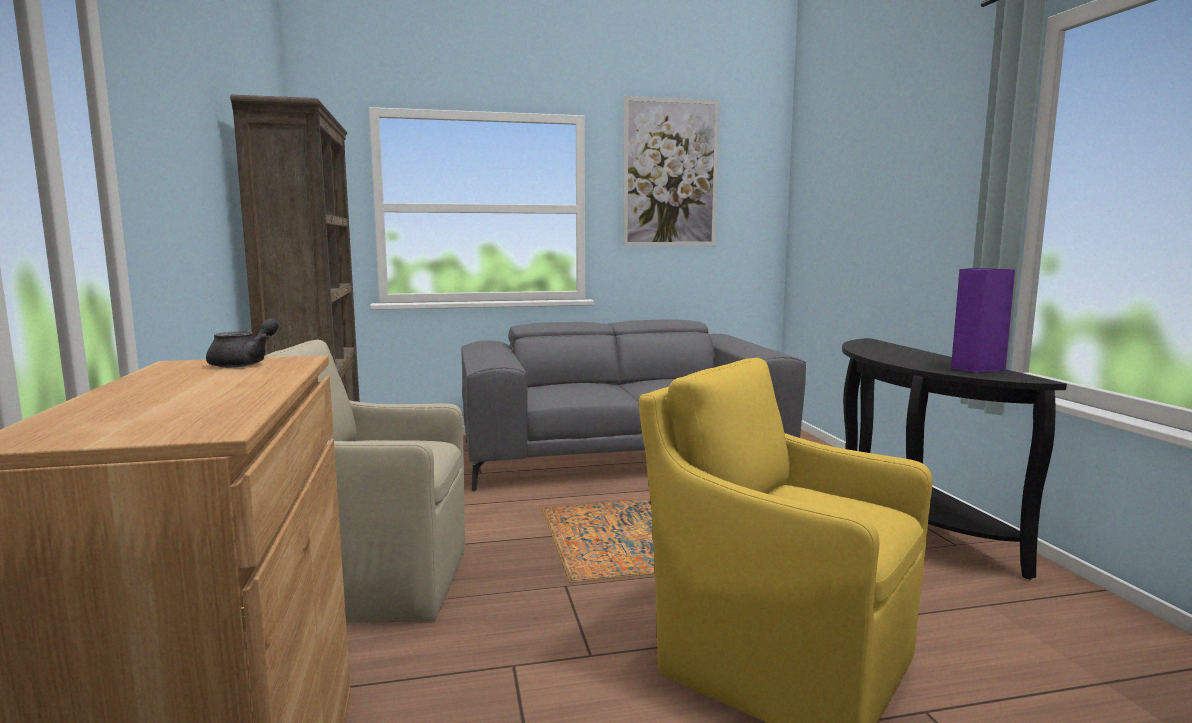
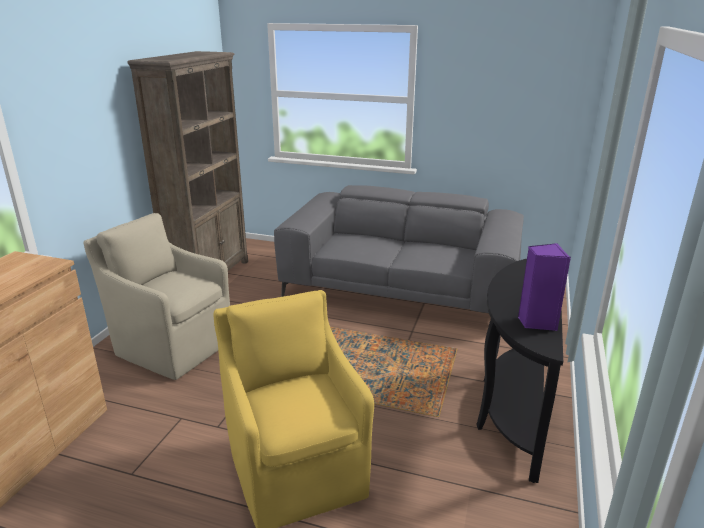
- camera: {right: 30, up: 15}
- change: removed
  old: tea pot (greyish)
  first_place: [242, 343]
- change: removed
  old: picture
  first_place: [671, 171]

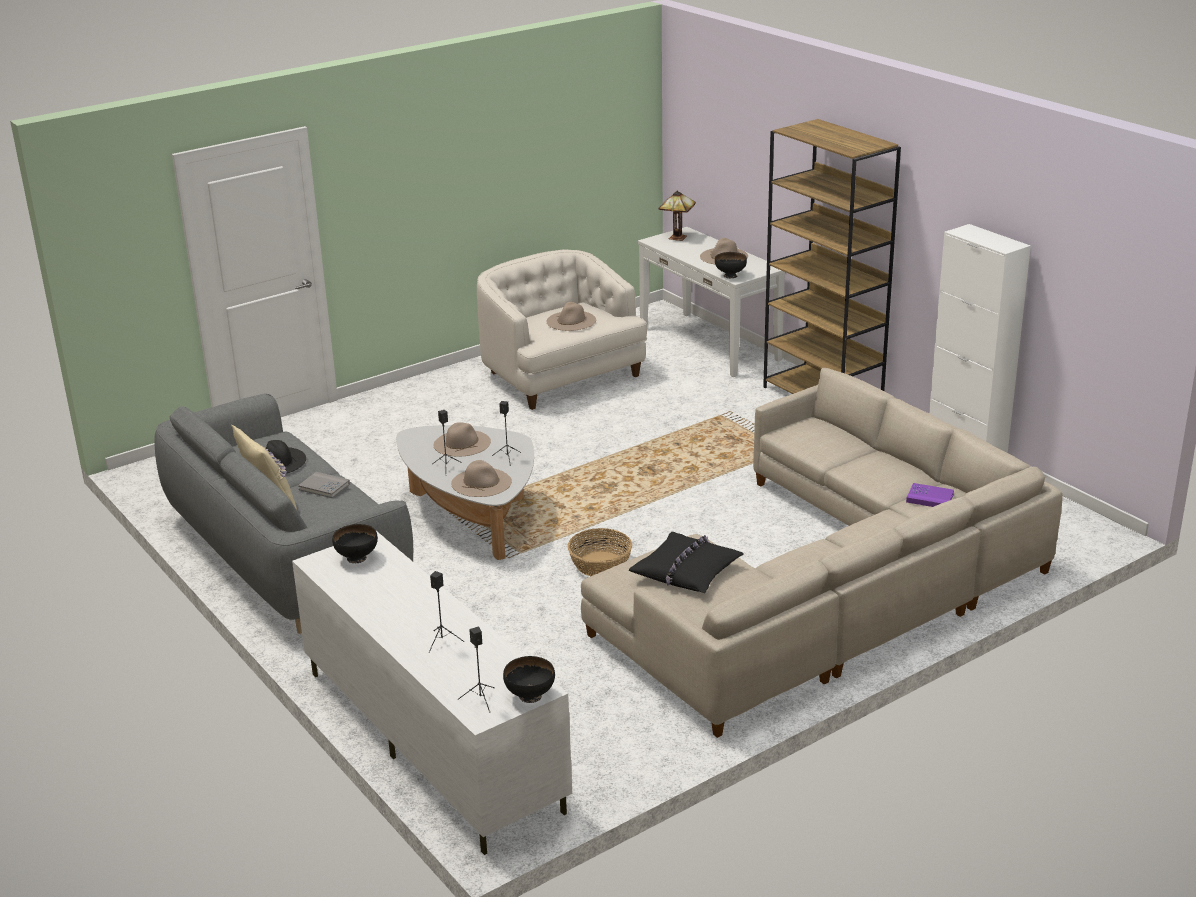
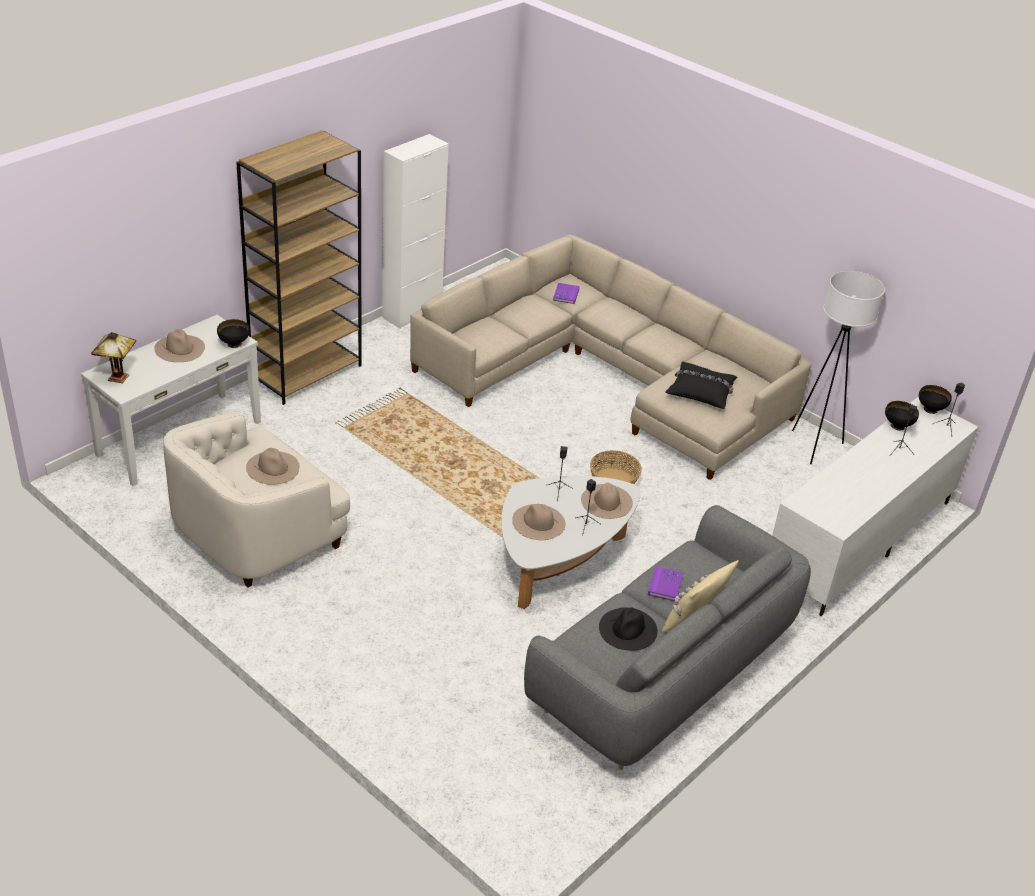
- camera: {right: -105, up: 10}
- change: added
  new: standard lamp (whitish)
  second_place: [838, 367]
- change: moved
  old: deep dish (blackish)
  first_place: [355, 543]
  second_place: [902, 415]
- change: recoloured
  old: volume (greyish)
  new: volume (purplish)
  first_place: [324, 485]
  second_place: [665, 583]

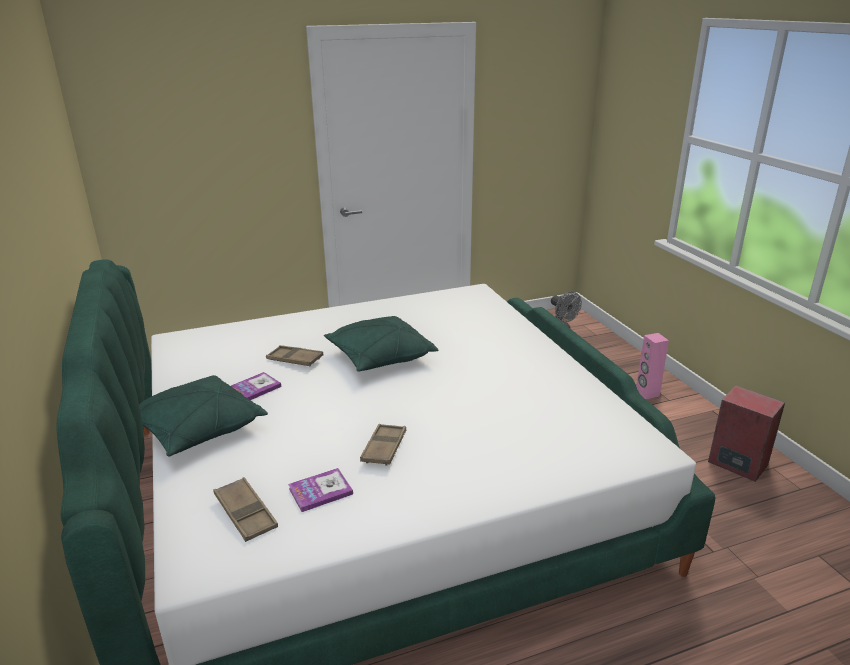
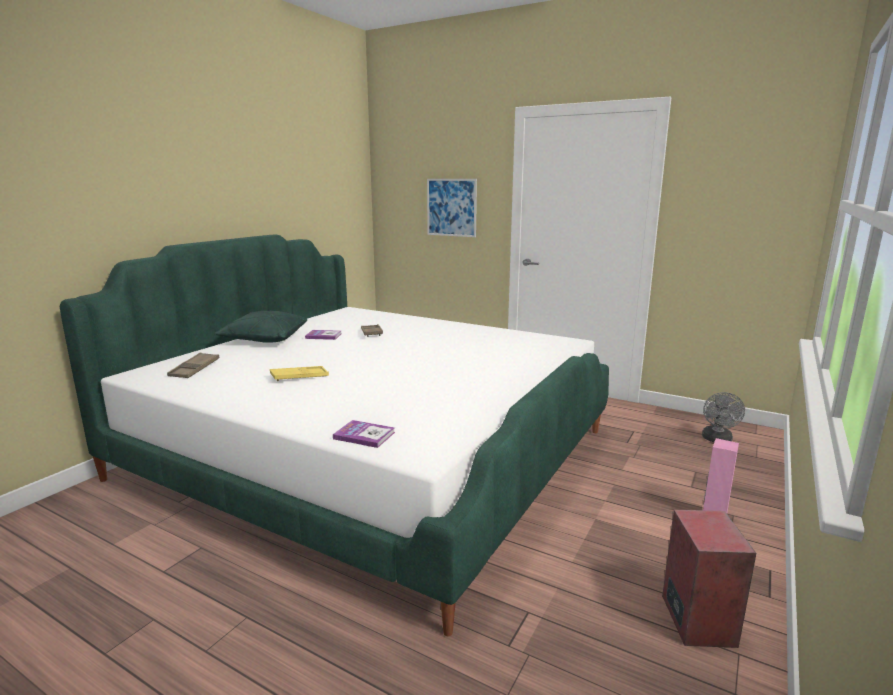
- camera: {right: 50, up: -10}
- change: removed
  old: cushion (green-coloured)
  first_place: [381, 343]
- change: added
  new: picture
  second_place: [452, 208]
- change: moved
  old: volume
  first_place: [320, 490]
  second_place: [364, 434]
- change: recoloured
  old: serving tray (brownish)
  new: serving tray (yellow)
  first_place: [383, 445]
  second_place: [299, 373]

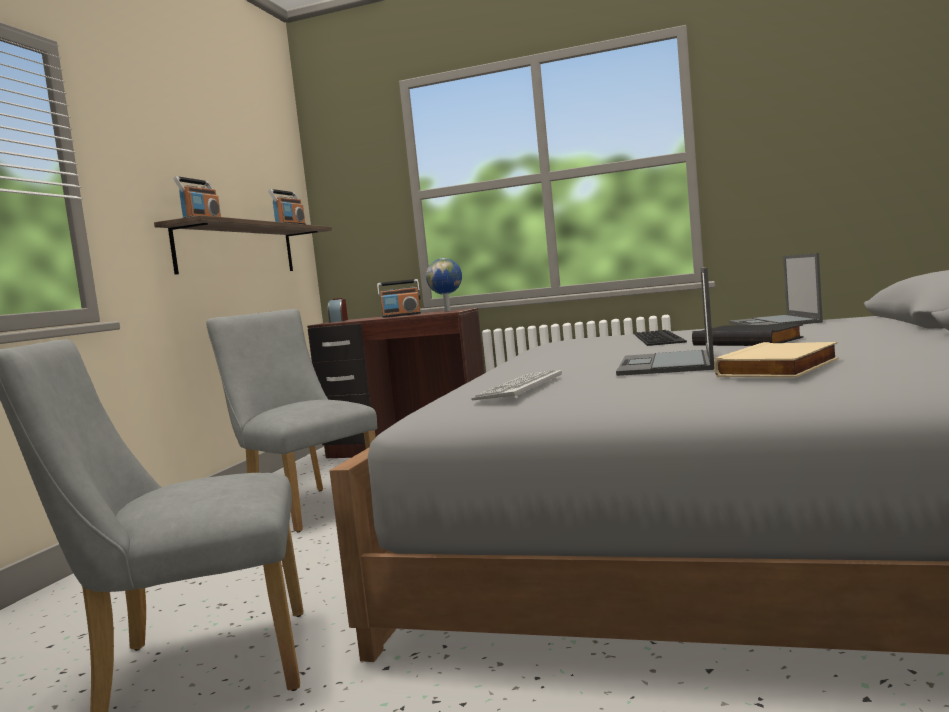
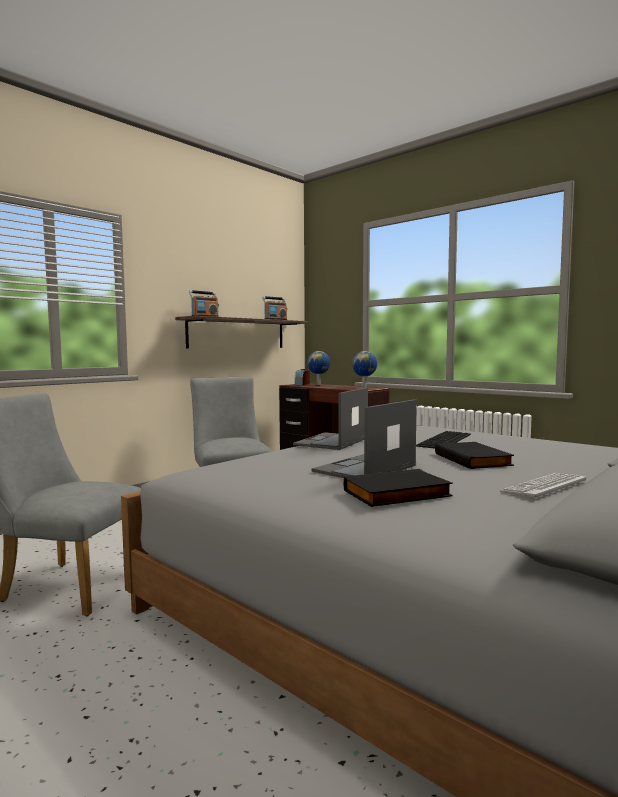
- camera: {right: 25, up: 0}
- change: removed
  old: radio receiver
  first_place: [399, 298]
- change: added
  new: desk globe
  second_place: [318, 368]
- change: moved
  old: keyboard
  first_place: [516, 385]
  second_place: [543, 486]
- change: moved
  old: portable computer
  first_place: [776, 289]
  second_place: [330, 419]
- change: recoloured
  old: volume (sand-coloured)
  new: volume (blackish)
  first_place: [776, 360]
  second_place: [398, 488]

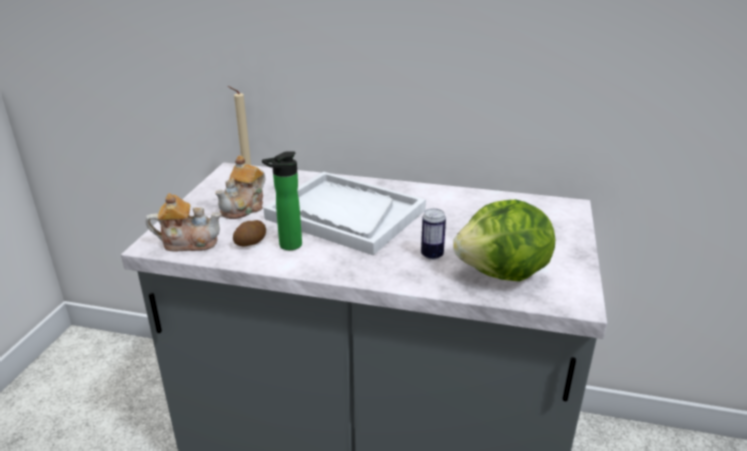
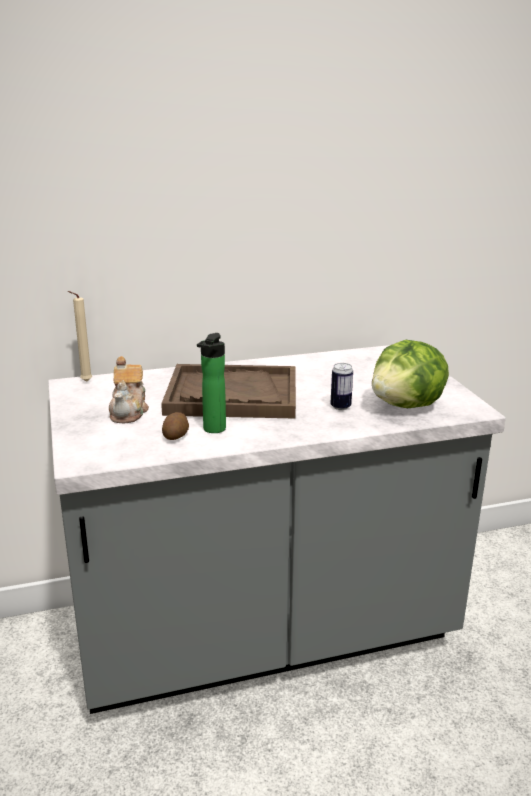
- camera: {right: -30, up: -5}
- change: removed
  old: tea pot
  first_place: [184, 222]
- change: recoloured
  old: serving tray (whitish)
  new: serving tray (brownish)
  first_place: [344, 213]
  second_place: [228, 391]

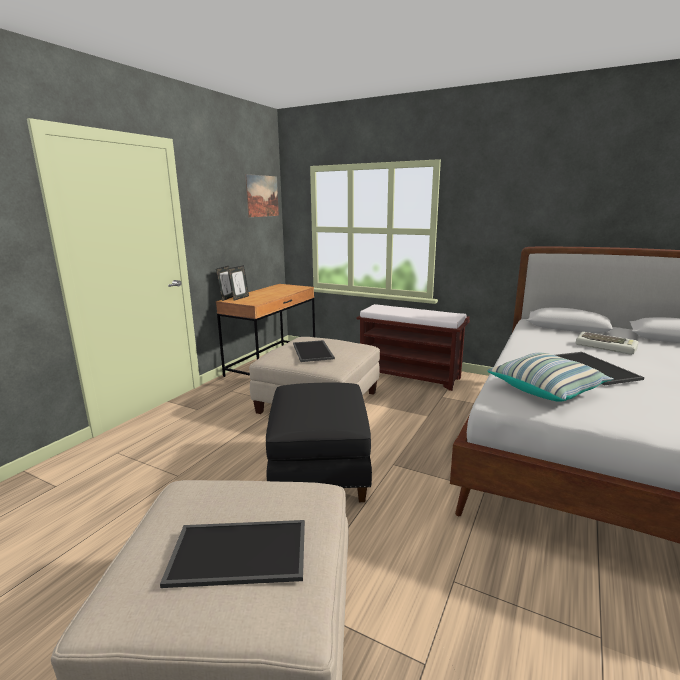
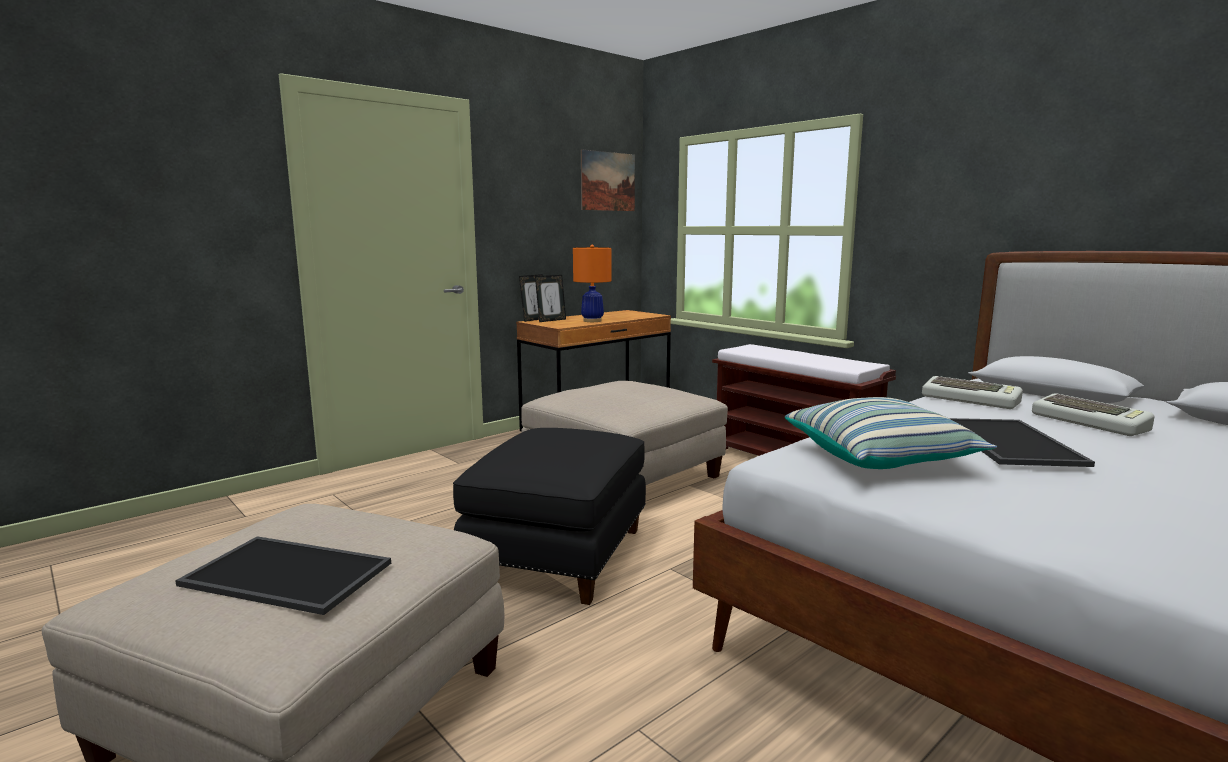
- camera: {right: 20, up: -5}
- change: removed
  old: serving tray
  first_place: [314, 351]
- change: added
  new: lamp for a table (orangey)
  second_place: [592, 283]
- change: added
  new: keyboard
  second_place: [972, 392]

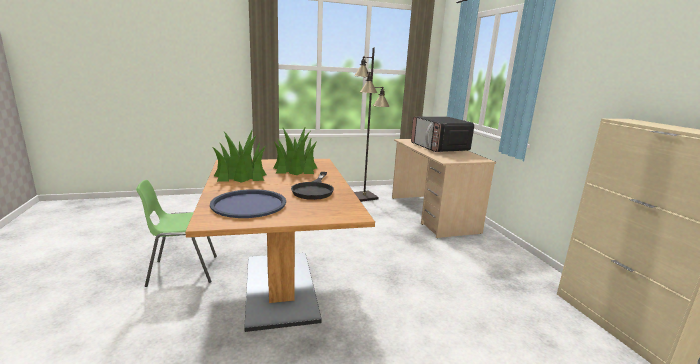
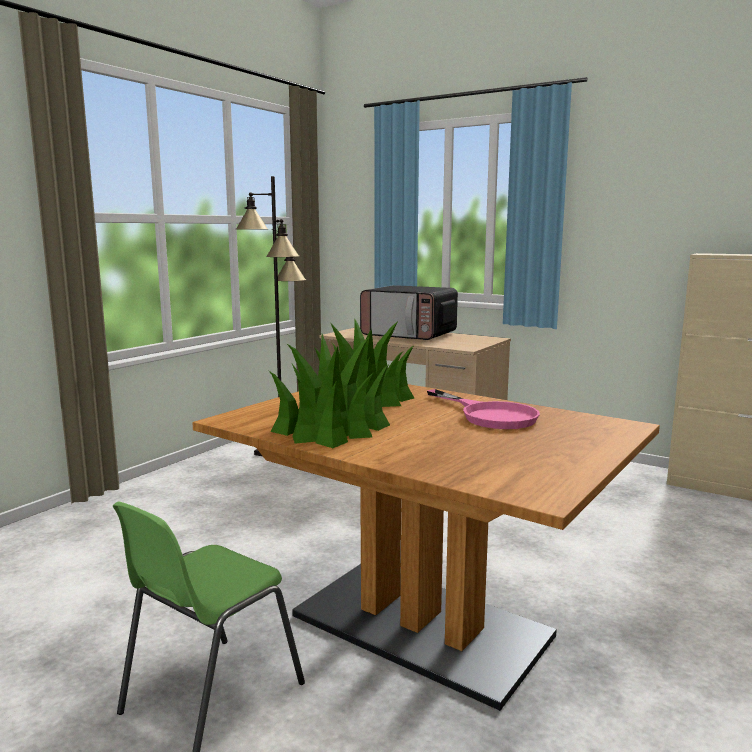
- camera: {right: -40, up: -5}
- change: removed
  old: serving tray (bluish)
  first_place: [248, 203]
- change: recoloured
  old: pan (blackish)
  new: pan (pinkish)
  first_place: [312, 186]
  second_place: [483, 409]

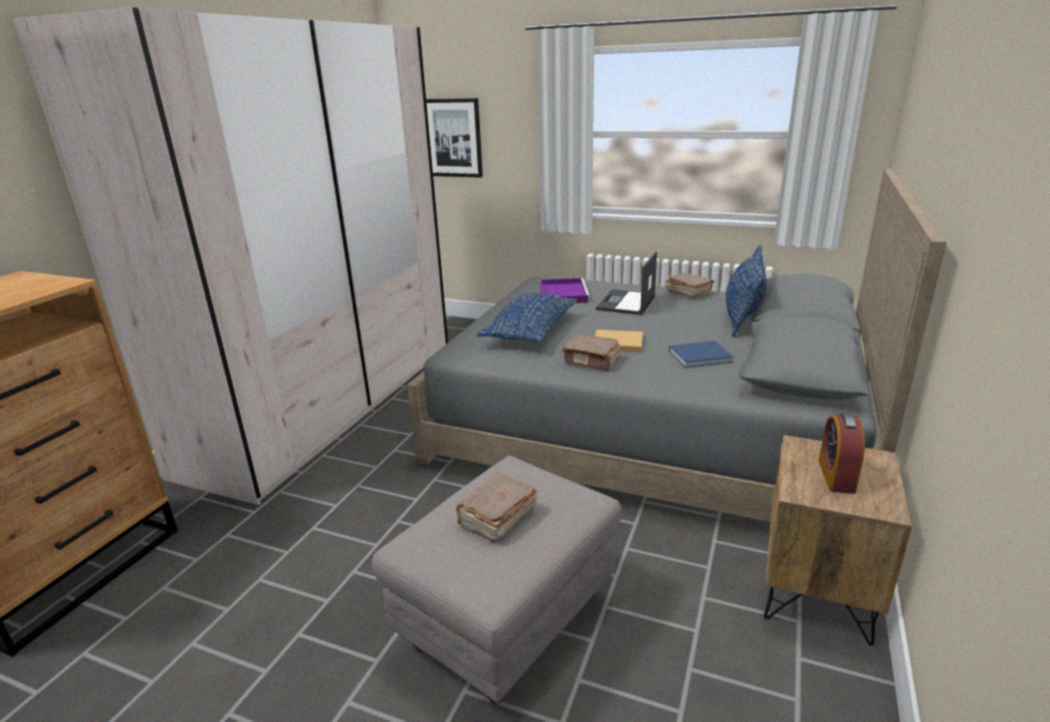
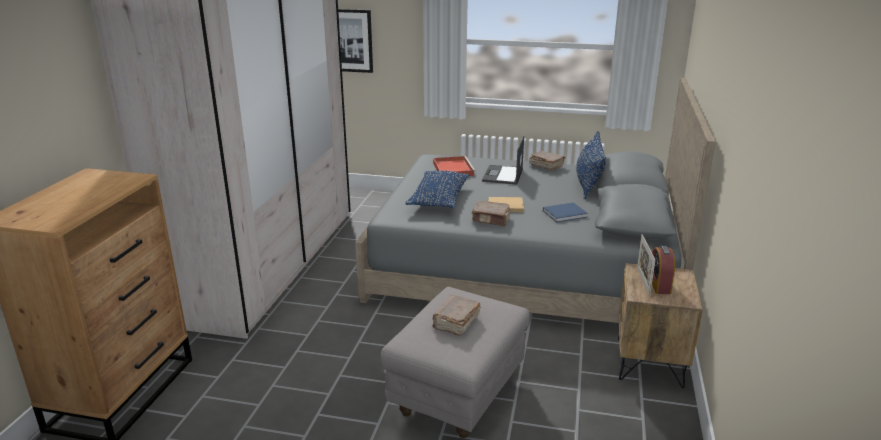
- camera: {right: -10, up: 0}
- change: added
  new: standing frame
  second_place: [646, 265]
- change: recoloured
  old: serving tray (purplish)
  new: serving tray (red)
  first_place: [565, 290]
  second_place: [454, 166]

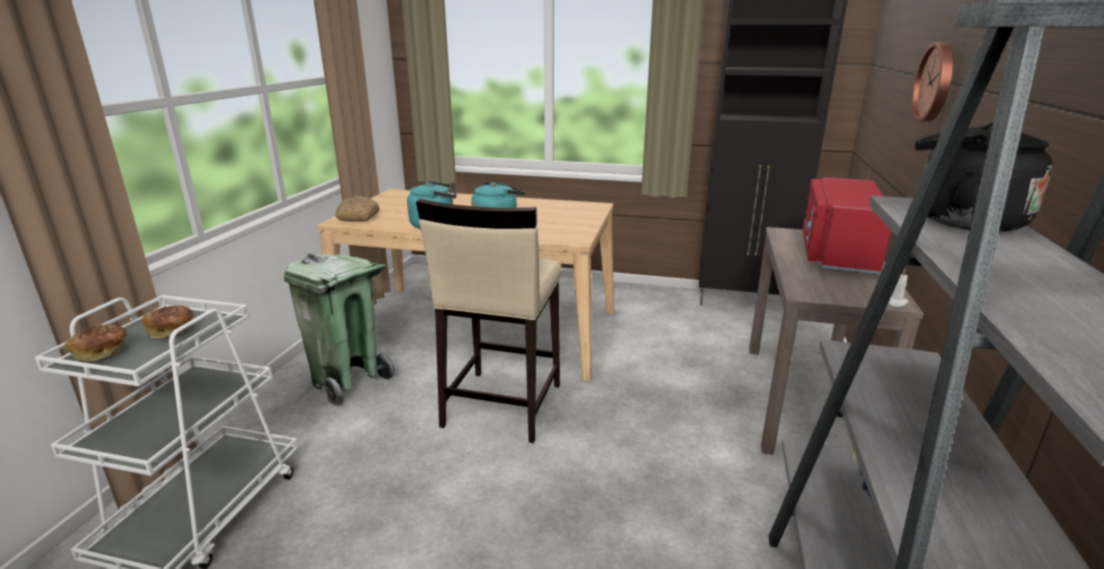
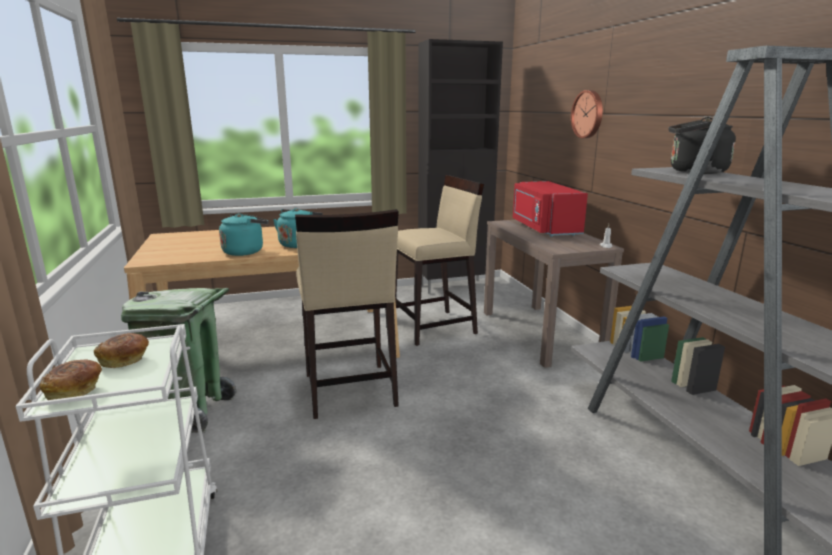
- camera: {right: -30, up: -5}
- change: removed
  old: bakery bread
  first_place: [357, 208]
- change: added
  new: stool seat (sand-coloured)
  second_place: [439, 260]

